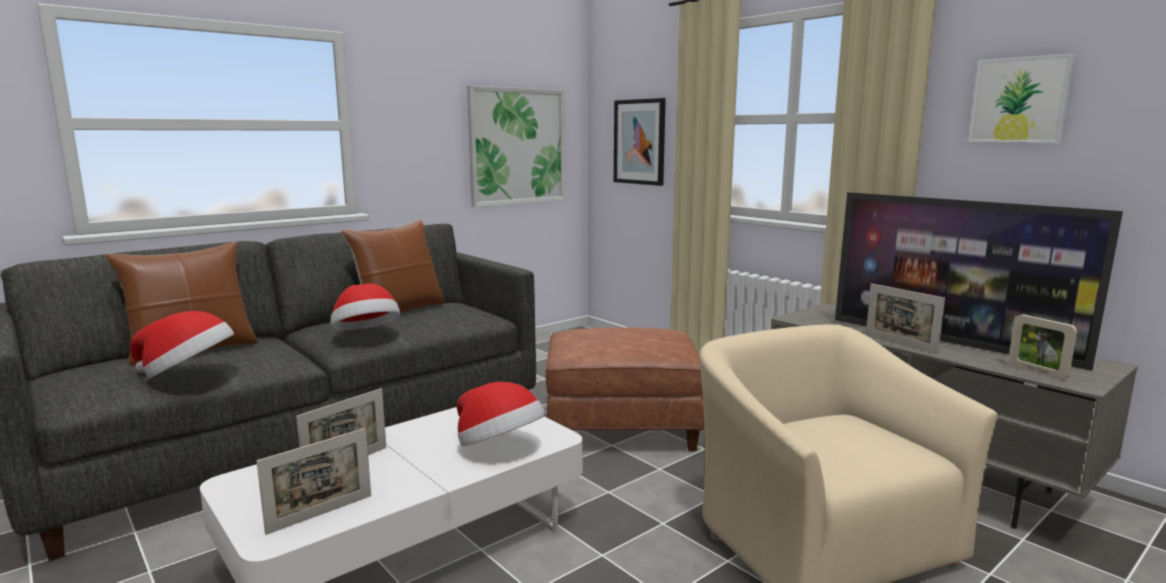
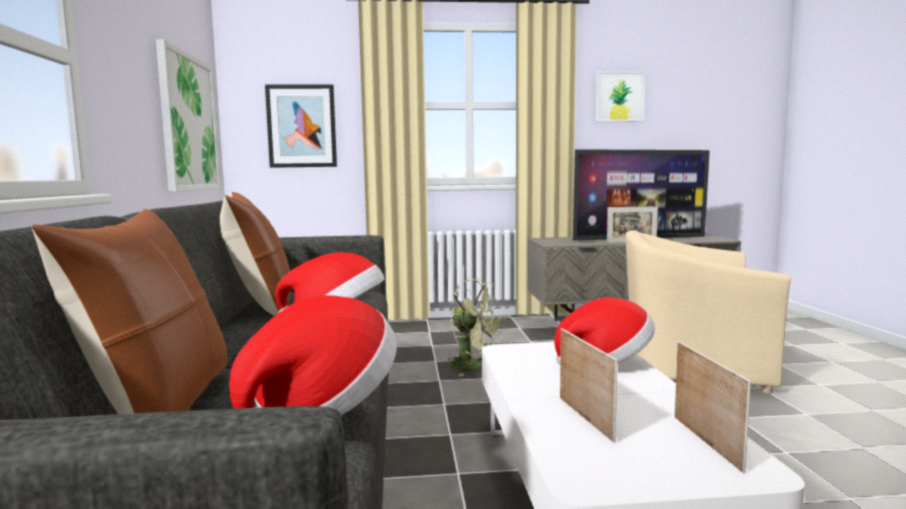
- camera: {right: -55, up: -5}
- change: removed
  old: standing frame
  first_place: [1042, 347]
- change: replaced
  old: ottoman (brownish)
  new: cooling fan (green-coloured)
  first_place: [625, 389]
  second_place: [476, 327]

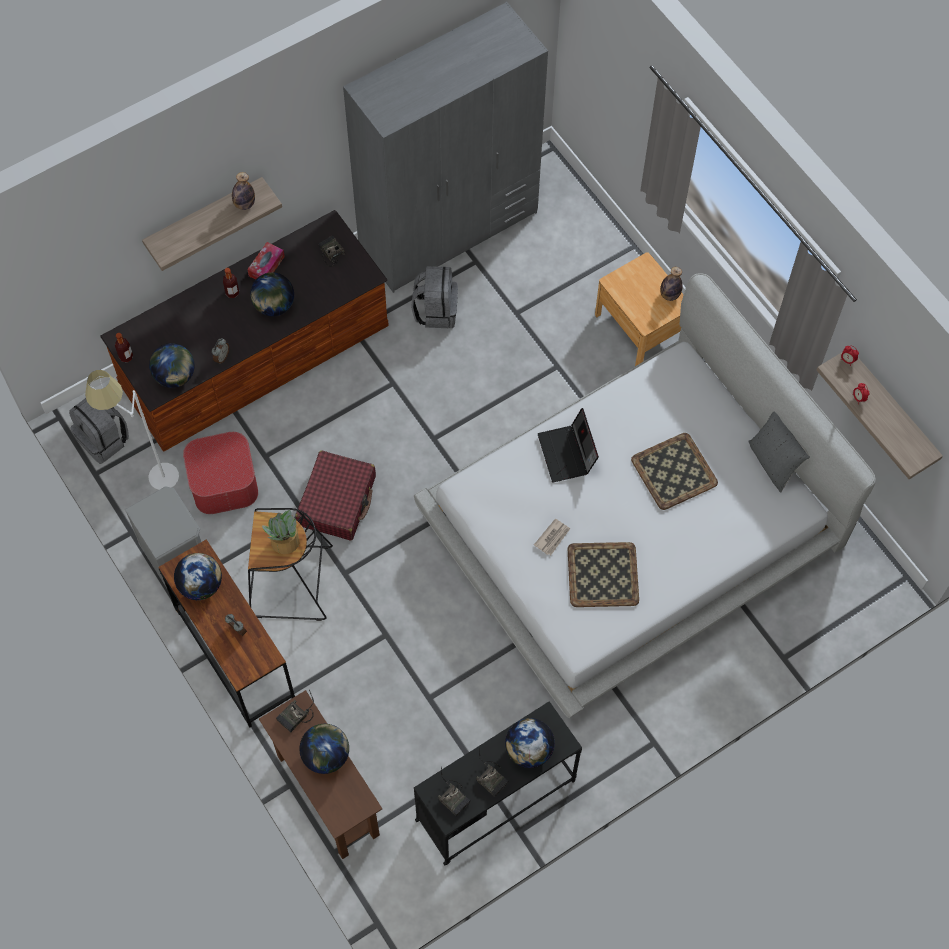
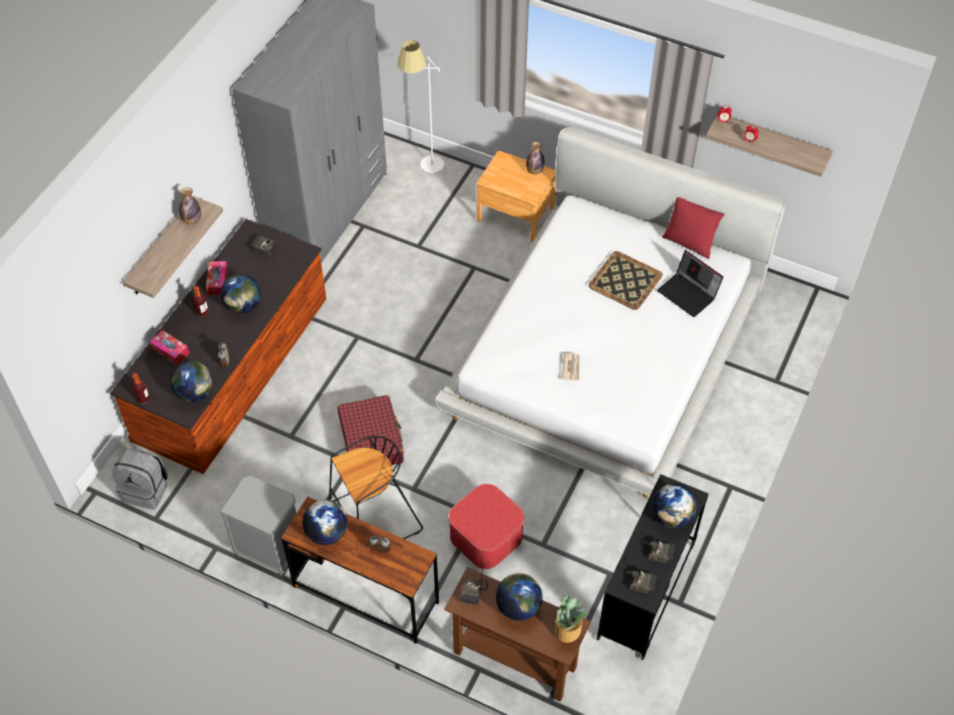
- camera: {right: -30, up: -10}
- change: removed
  old: rucksack (greyish)
  first_place: [434, 297]
- change: removed
  old: serving tray
  first_place: [603, 574]
- change: added
  new: box of tissues
  second_place: [170, 347]
- change: moved
  old: standard lamp (whitish)
  first_place: [132, 430]
  second_place: [420, 106]
- change: moved
  old: ottoman
  first_place: [220, 473]
  second_place: [486, 526]
- change: moved
  old: houseplant
  first_place: [280, 532]
  second_place: [570, 619]
- change: moved
  old: portable computer
  first_place: [568, 445]
  second_place: [690, 283]
- change: recoloured
  old: cushion (greyish)
  new: cushion (red)
  first_place: [779, 452]
  second_place: [693, 228]

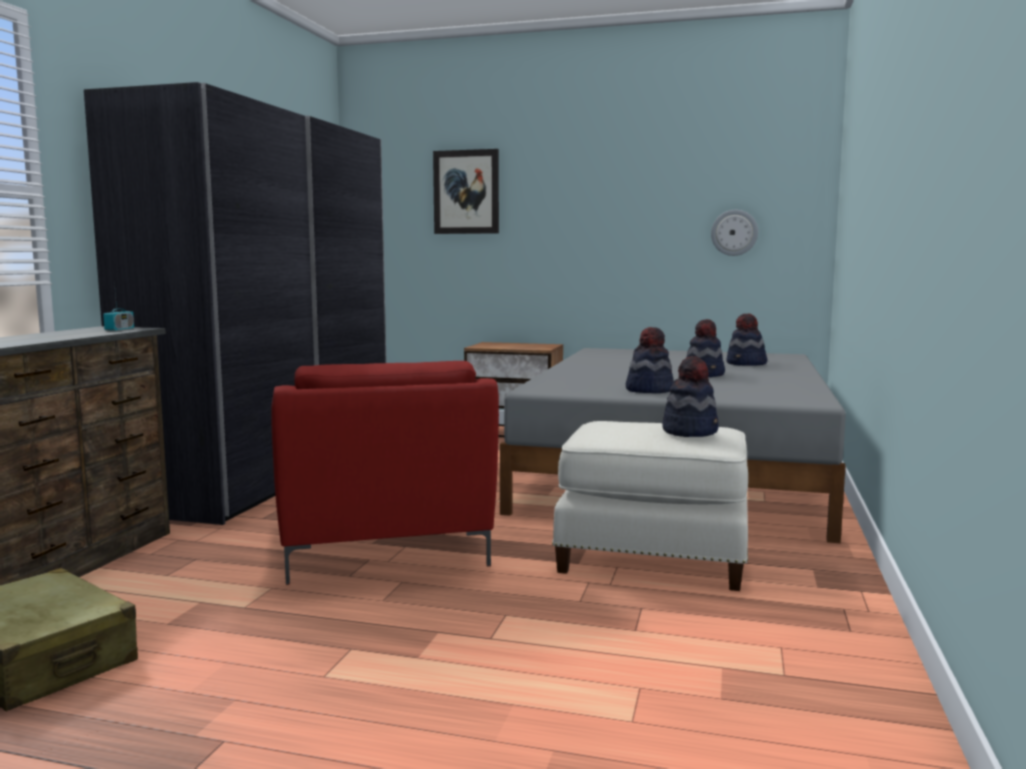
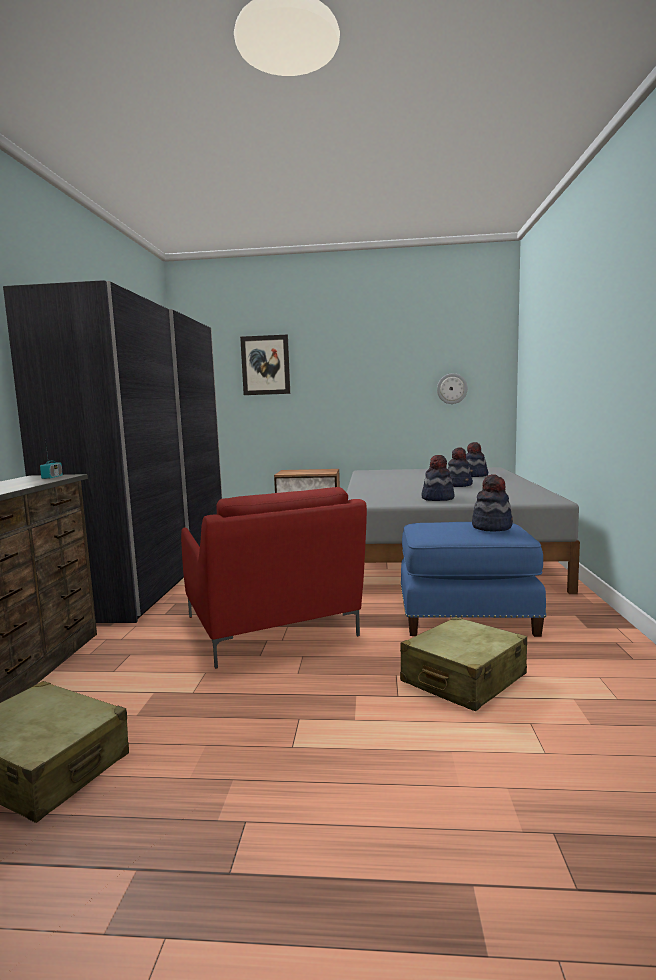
- camera: {right: -10, up: 0}
- change: added
  new: suitcase (sand-coloured)
  second_place: [463, 664]
- change: recoloured
  old: ottoman (whitish)
  new: ottoman (bluish)
  first_place: [650, 506]
  second_place: [473, 579]

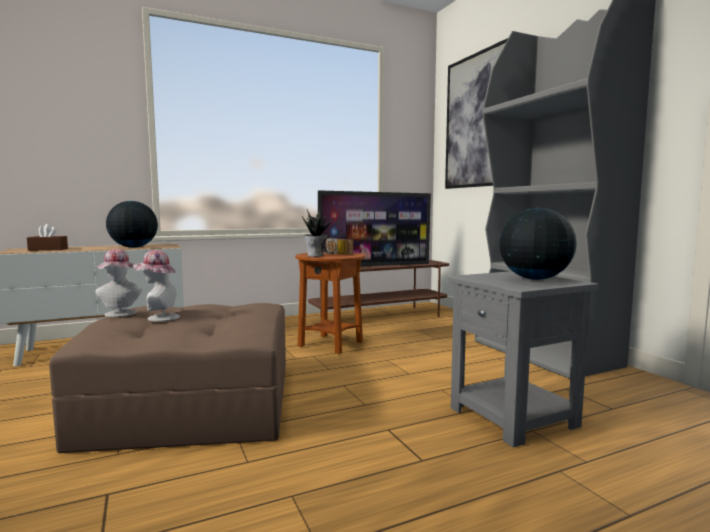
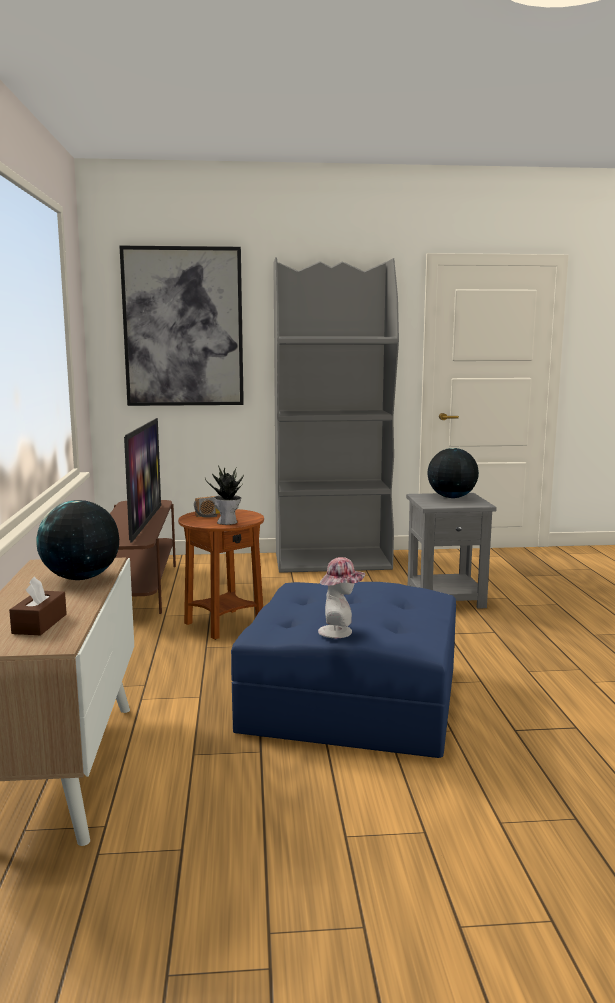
- camera: {right: -70, up: 5}
- change: removed
  old: clothing hat
  first_place: [156, 286]
- change: recoloured
  old: ottoman (brownish)
  new: ottoman (bluish)
  first_place: [167, 378]
  second_place: [343, 670]

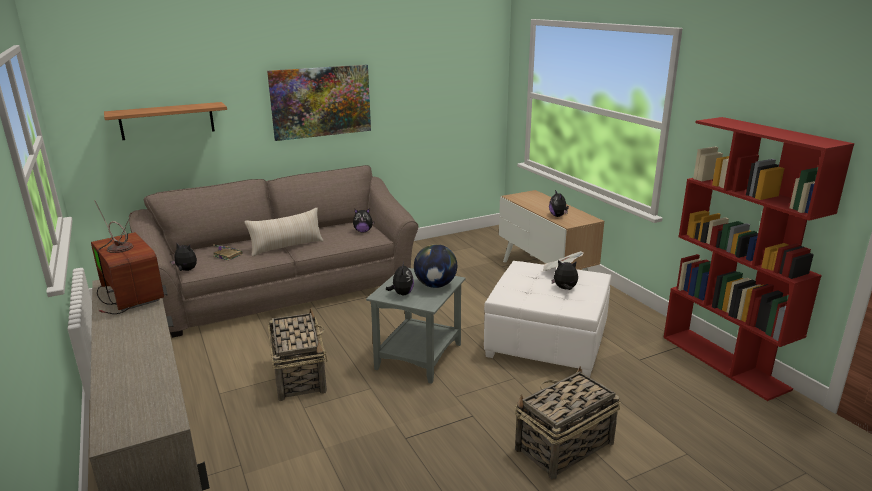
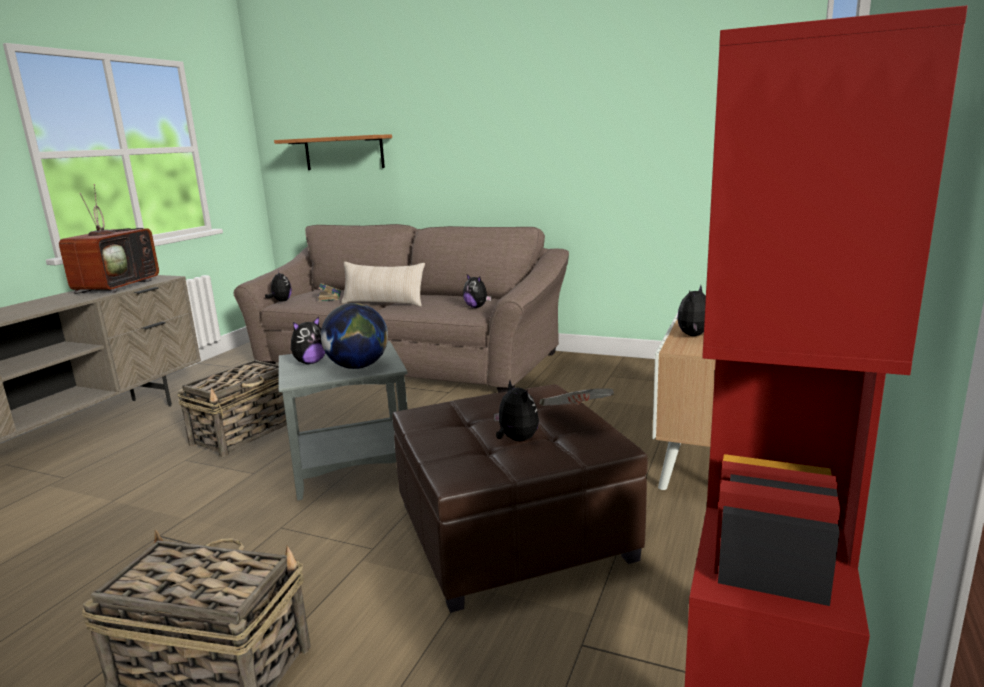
- camera: {right: 50, up: -5}
- change: removed
  old: picture
  first_place: [319, 103]
- change: recoloured
  old: ottoman (whitish)
  new: ottoman (brownish)
  first_place: [547, 319]
  second_place: [520, 498]

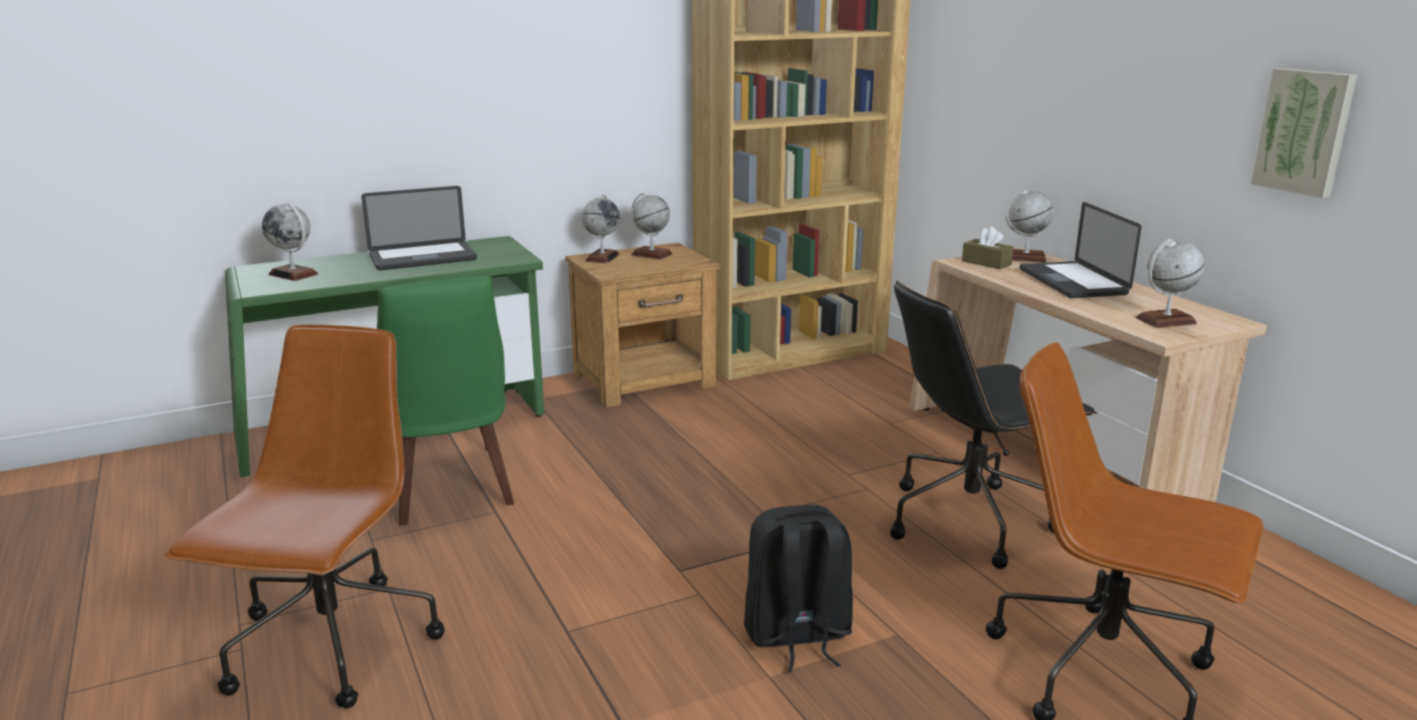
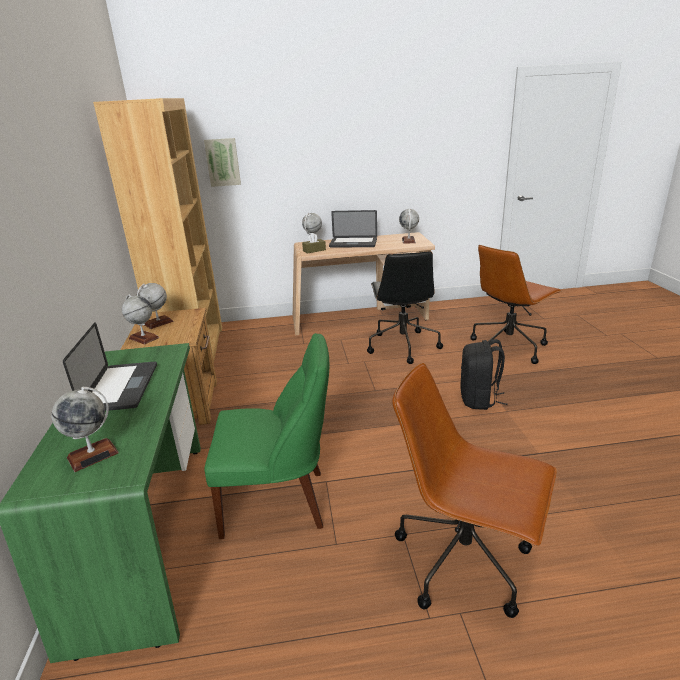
- camera: {right: -70, up: 5}
- change: moved
  old: picture
  first_place: [1304, 133]
  second_place: [222, 162]

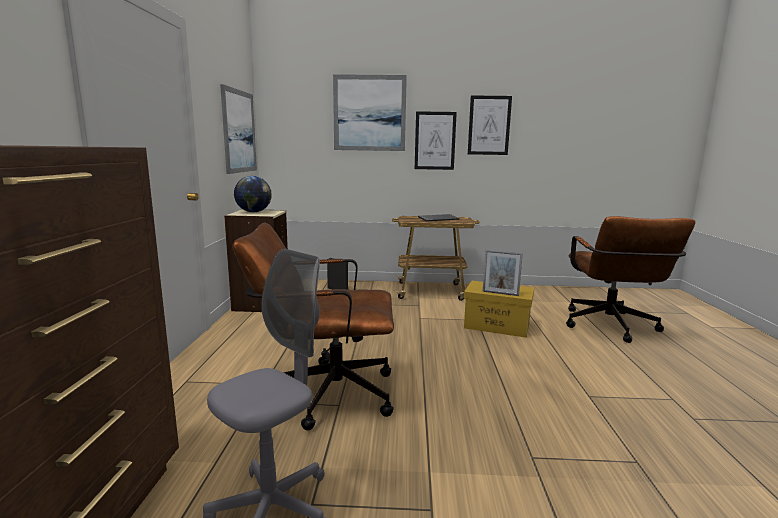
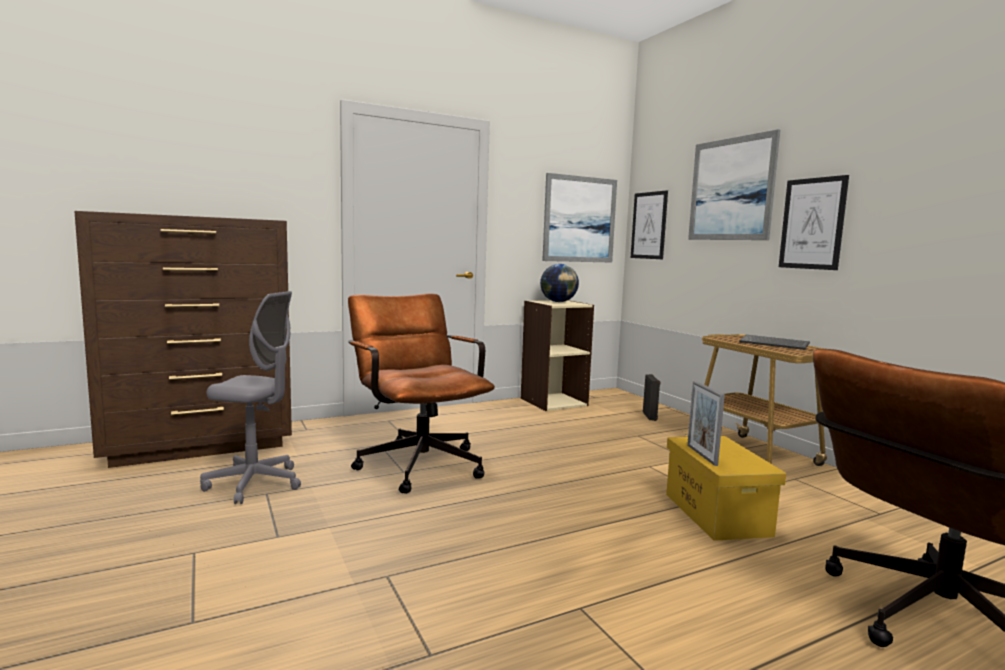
- camera: {right: 60, up: -5}
- change: moved
  old: picture
  first_place: [490, 125]
  second_place: [649, 224]

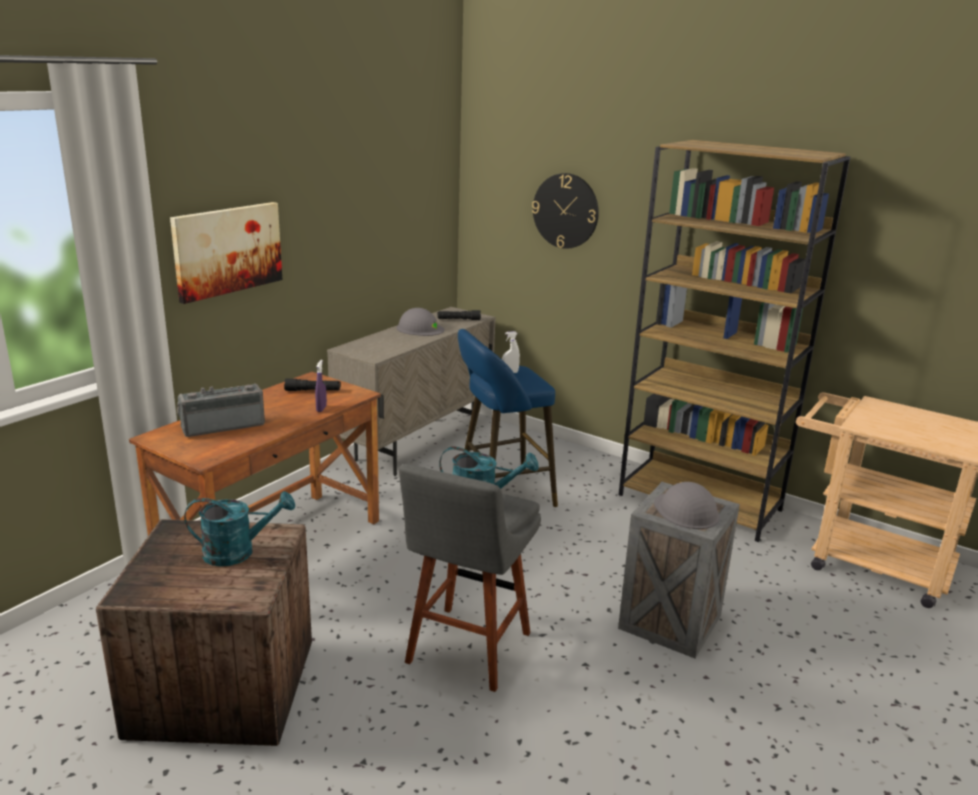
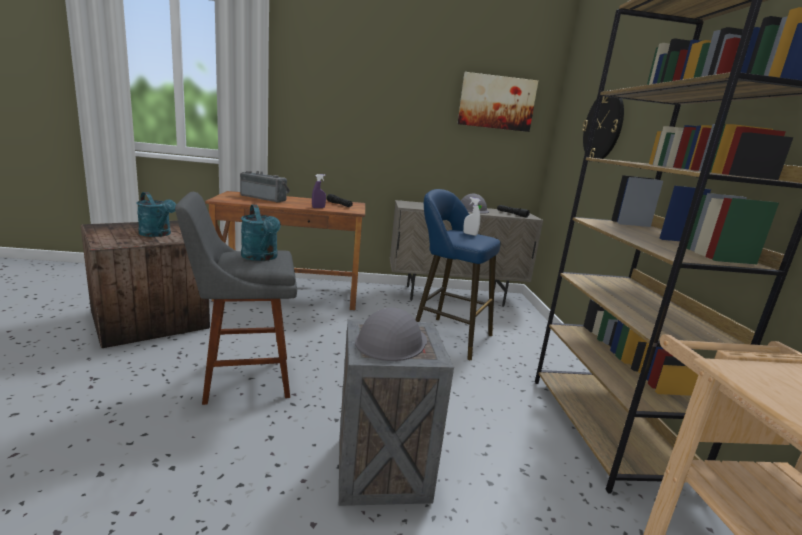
- camera: {right: 50, up: -5}
- change: moved
  old: picture
  first_place: [226, 253]
  second_place: [498, 102]

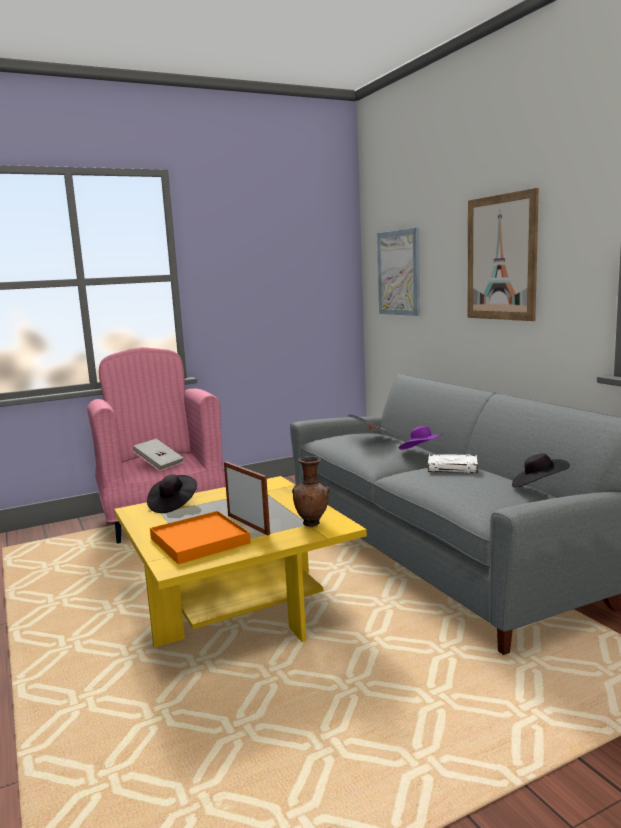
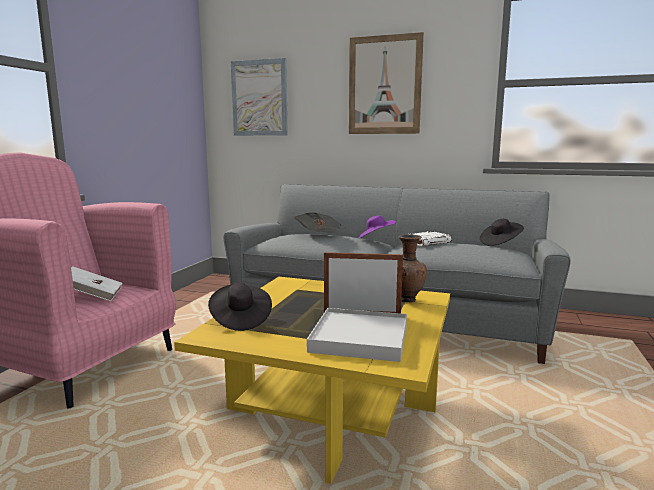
- camera: {right: -45, up: 0}
- change: recoloured
  old: serving tray (orangey)
  new: serving tray (whitish)
  first_place: [200, 537]
  second_place: [357, 335]

